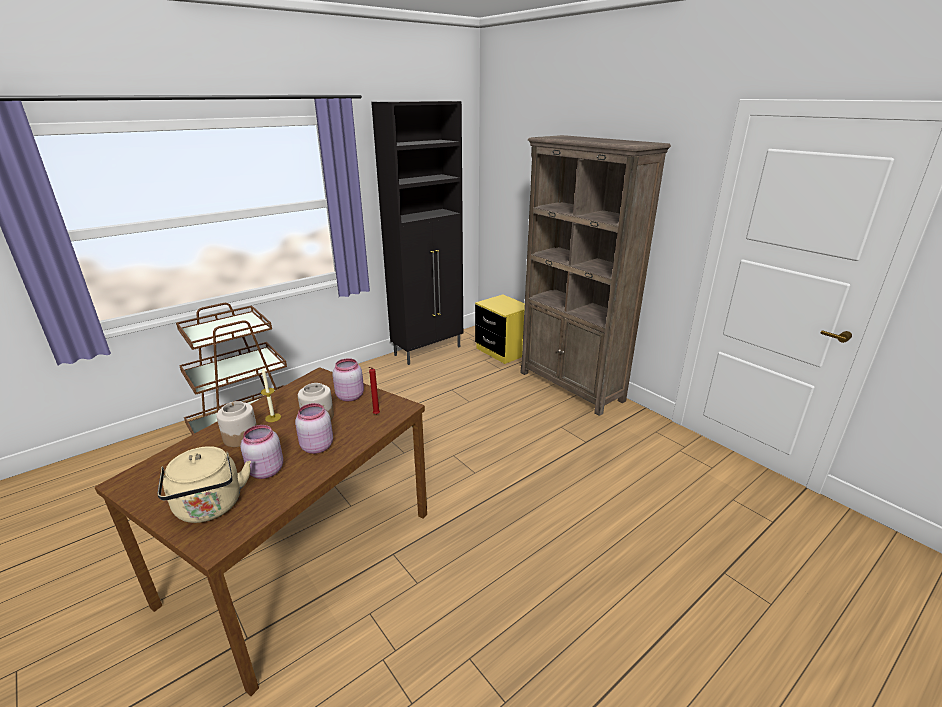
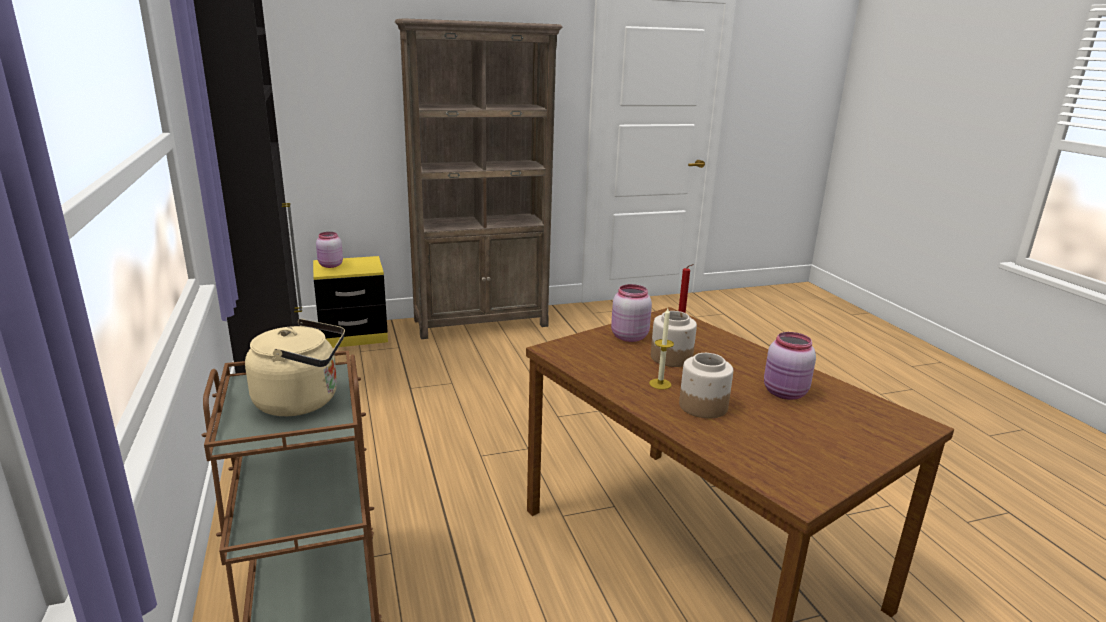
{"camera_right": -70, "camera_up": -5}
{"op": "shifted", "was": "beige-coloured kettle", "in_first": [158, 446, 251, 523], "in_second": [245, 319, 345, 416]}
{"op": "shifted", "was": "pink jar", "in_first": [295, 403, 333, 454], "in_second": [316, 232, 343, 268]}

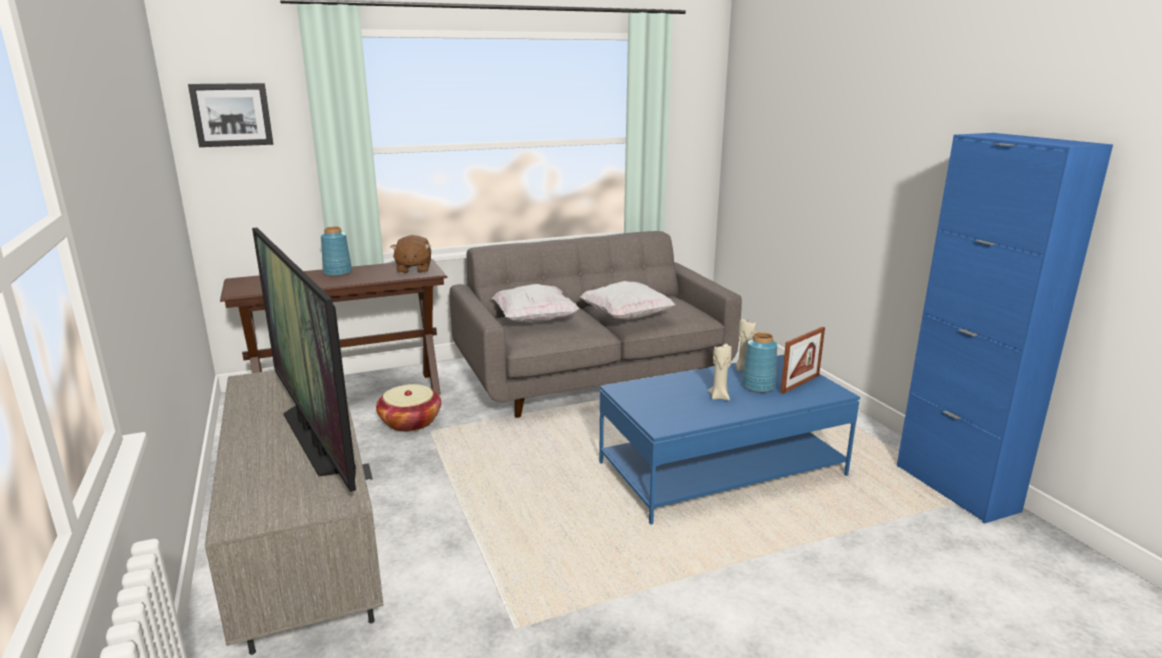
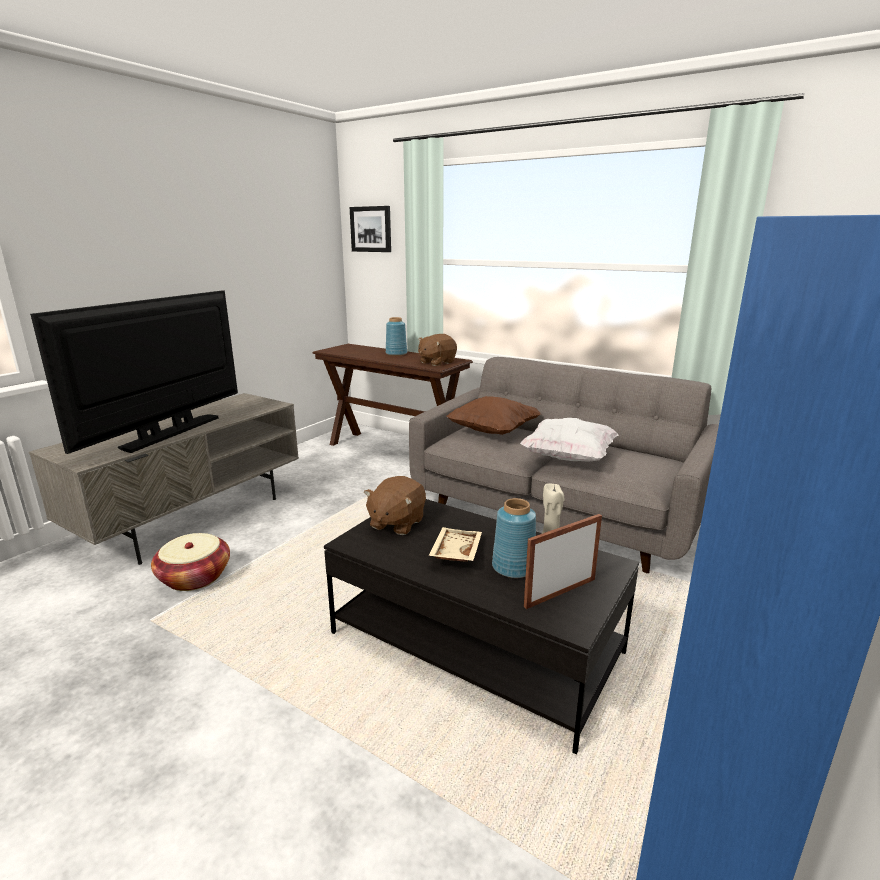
{"camera_right": 55, "camera_up": 0}
{"op": "shifted", "was": "basket", "in_first": [376, 384, 441, 432], "in_second": [151, 533, 230, 591]}
{"op": "repainted", "was": "bluish lounge table", "now": "blackish lounge table", "in_first": [599, 355, 860, 524], "in_second": [324, 499, 639, 754]}
{"op": "new", "now": "brown-coloured plush toy", "in_second": [364, 476, 426, 535]}
{"op": "swapped", "was": "beige-coloured candle", "now": "beige-coloured tray", "in_first": [708, 344, 732, 400], "in_second": [428, 527, 482, 562]}
{"op": "repainted", "was": "whitish pillow", "now": "brown-coloured pillow", "in_first": [492, 284, 580, 323], "in_second": [446, 396, 540, 435]}
{"op": "rotated", "was": "photo frame", "in_first": [780, 327, 825, 394], "in_second": [524, 514, 602, 609], "clockwise": 135}

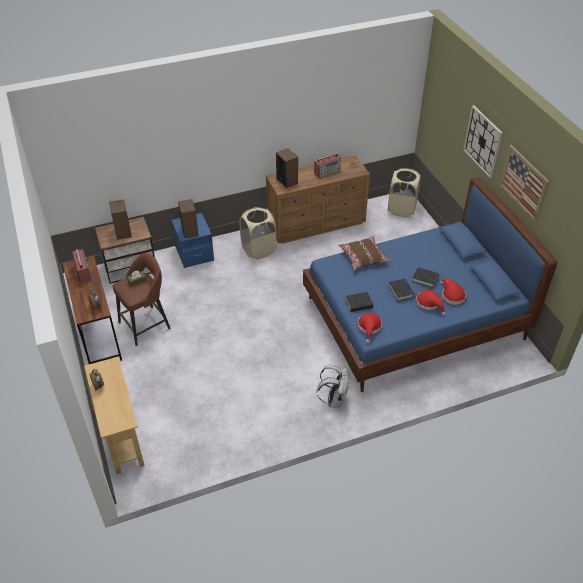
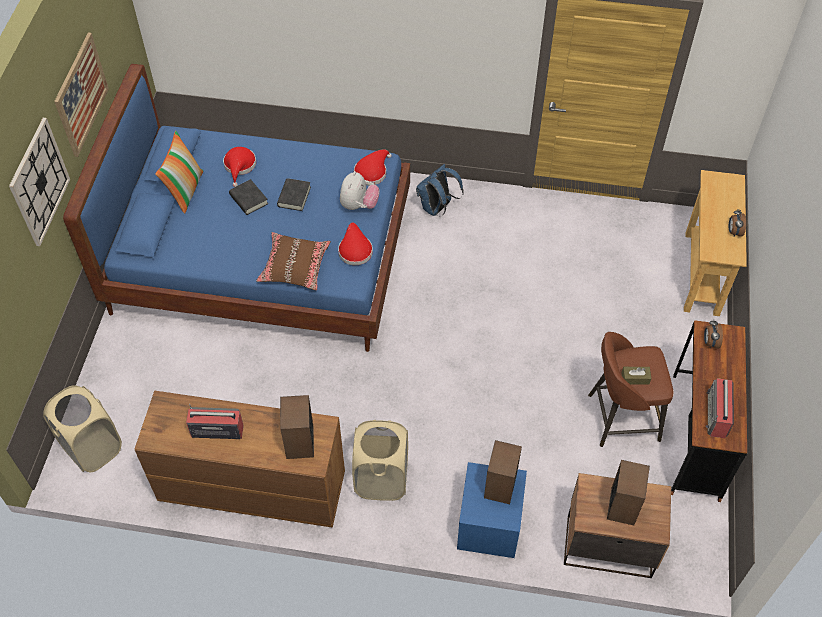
{"camera_right": -150, "camera_up": 10}
{"op": "new", "now": "pillow", "in_second": [155, 131, 203, 214]}
{"op": "shifted", "was": "red wearable hat", "in_first": [416, 290, 446, 315], "in_second": [338, 223, 373, 265]}
{"op": "swapped", "was": "blackish bound book", "now": "plush toy", "in_first": [345, 292, 373, 312], "in_second": [340, 171, 380, 210]}
{"op": "repainted", "was": "whitish backpack", "now": "bluish backpack", "in_first": [317, 365, 349, 408], "in_second": [416, 164, 464, 216]}

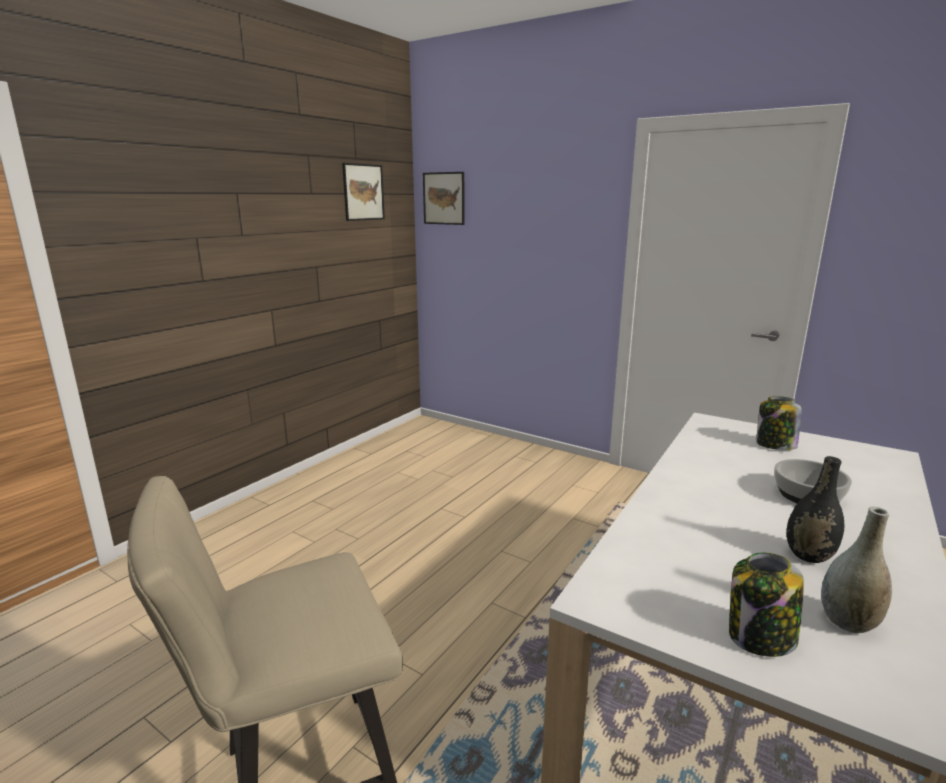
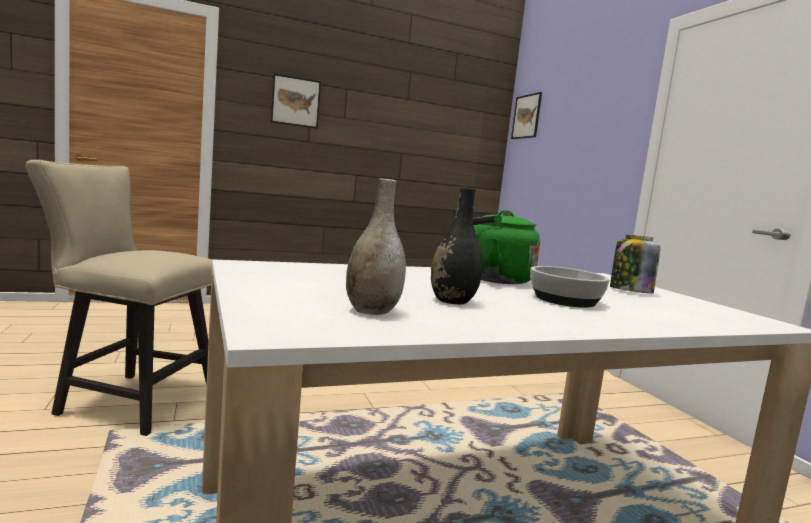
{"camera_right": 35, "camera_up": -10}
{"op": "shifted", "was": "picture", "in_first": [342, 163, 385, 221], "in_second": [271, 73, 321, 128]}
{"op": "new", "now": "greenish kettle", "in_second": [473, 210, 540, 284]}
{"op": "gone", "was": "jar", "in_first": [729, 553, 804, 657]}

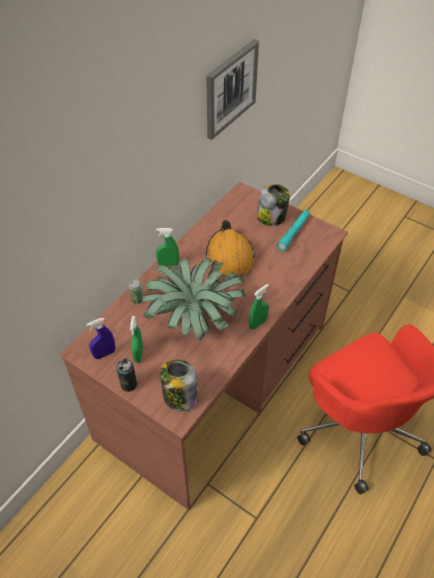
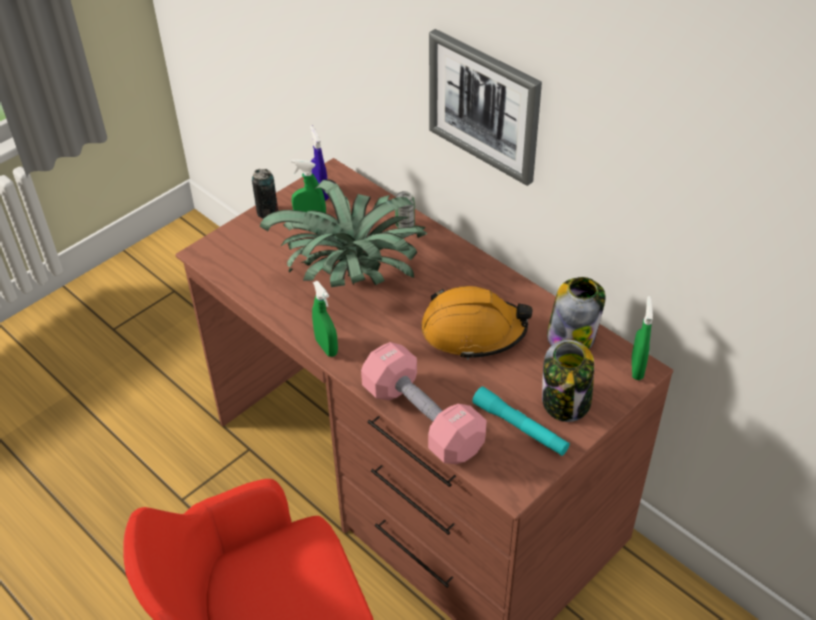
{"camera_right": 100, "camera_up": -5}
{"op": "new", "now": "pink dumbbell", "in_second": [361, 342, 487, 464]}
{"op": "shifted", "was": "picture", "in_first": [206, 39, 259, 140], "in_second": [429, 29, 542, 186]}
{"op": "shifted", "was": "jar", "in_first": [160, 360, 199, 411], "in_second": [547, 277, 606, 349]}
{"op": "shifted", "was": "greenish spray bottle", "in_first": [156, 228, 179, 266], "in_second": [632, 296, 653, 380]}

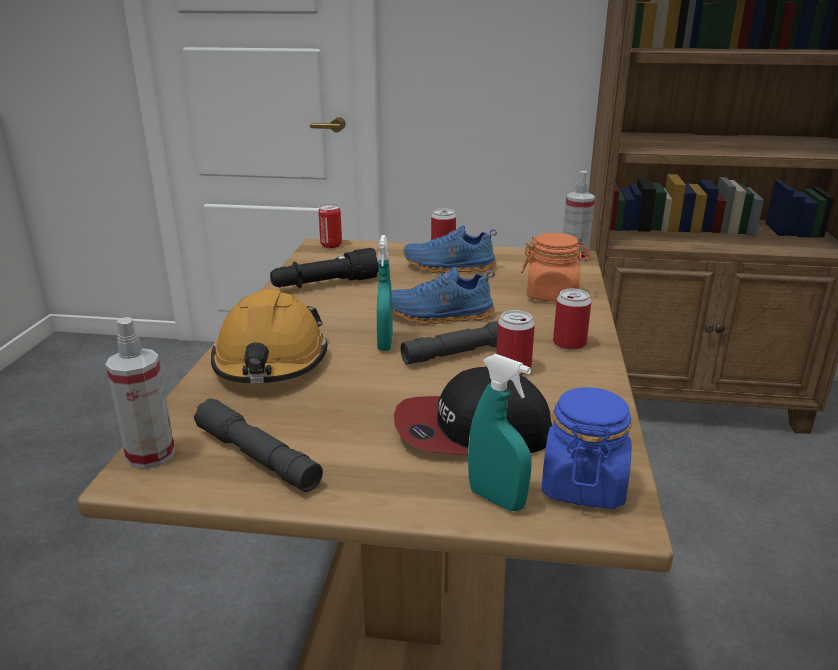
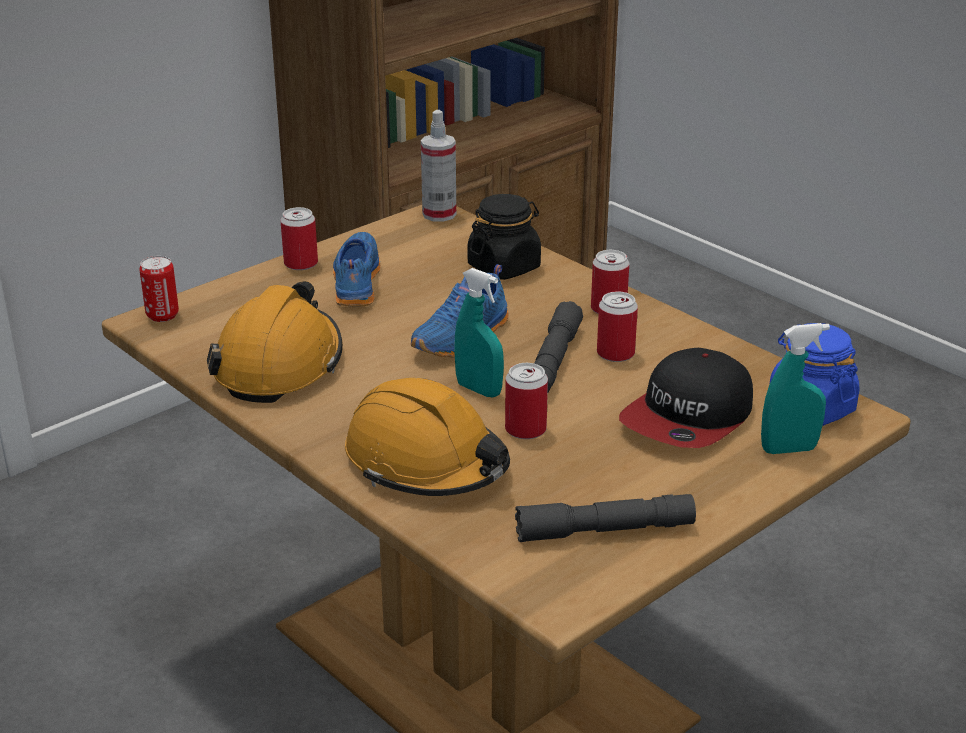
{"camera_right": -50, "camera_up": 5}
{"op": "swapped", "was": "blackish flashlight", "now": "orangey safety helmet", "in_first": [270, 248, 378, 288], "in_second": [207, 281, 343, 403]}
{"op": "rotated", "was": "bluish shoe", "in_first": [403, 225, 497, 273], "in_second": [333, 232, 380, 306], "clockwise": 135}
{"op": "repainted", "was": "orangey jar", "now": "blackish jar", "in_first": [521, 233, 590, 302], "in_second": [468, 194, 541, 280]}
{"op": "new", "now": "metal can", "in_second": [505, 363, 548, 439]}
{"op": "gone", "was": "spray bottle", "in_first": [105, 317, 175, 469]}

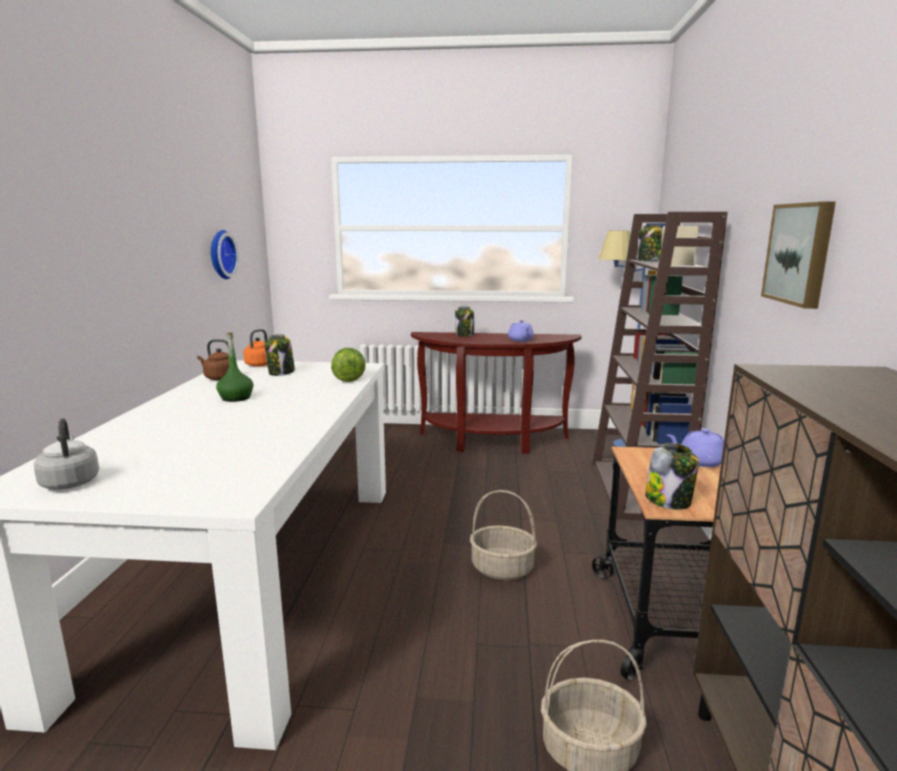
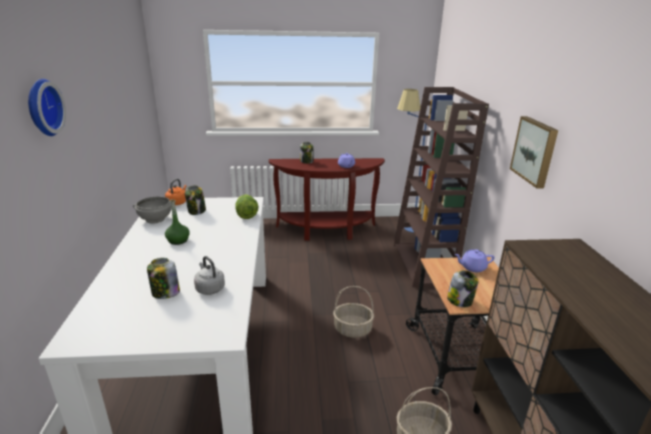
{"camera_right": -10, "camera_up": 10}
{"op": "shifted", "was": "wall clock", "in_first": [211, 230, 239, 279], "in_second": [28, 79, 66, 136]}
{"op": "swapped", "was": "brown-coloured kettle", "now": "gray deep dish", "in_first": [197, 339, 237, 380], "in_second": [133, 196, 172, 224]}
{"op": "shifted", "was": "jar", "in_first": [638, 225, 663, 261], "in_second": [147, 258, 180, 299]}
{"op": "shifted", "was": "gray kettle", "in_first": [33, 418, 99, 490], "in_second": [194, 256, 225, 295]}

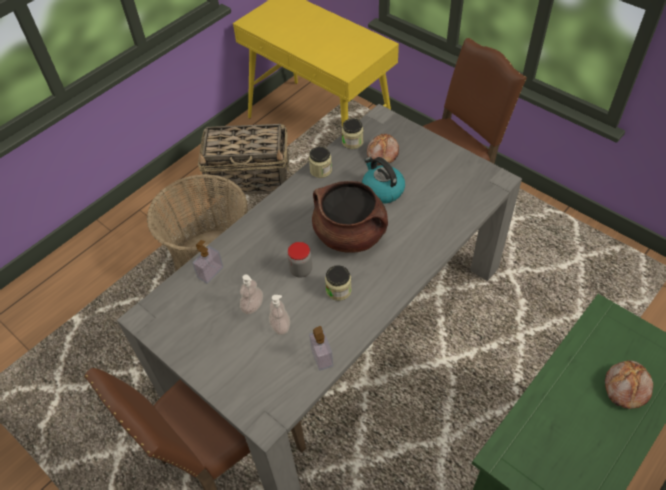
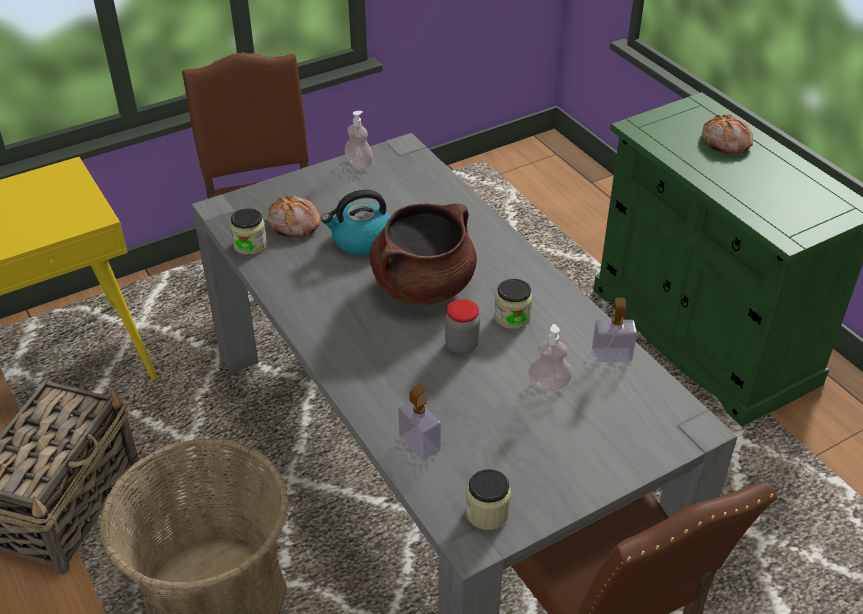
{"camera_right": -75, "camera_up": -10}
{"op": "shifted", "was": "soap bottle", "in_first": [240, 275, 263, 314], "in_second": [345, 111, 373, 169]}
{"op": "shifted", "was": "jar", "in_first": [309, 147, 332, 178], "in_second": [466, 469, 511, 530]}

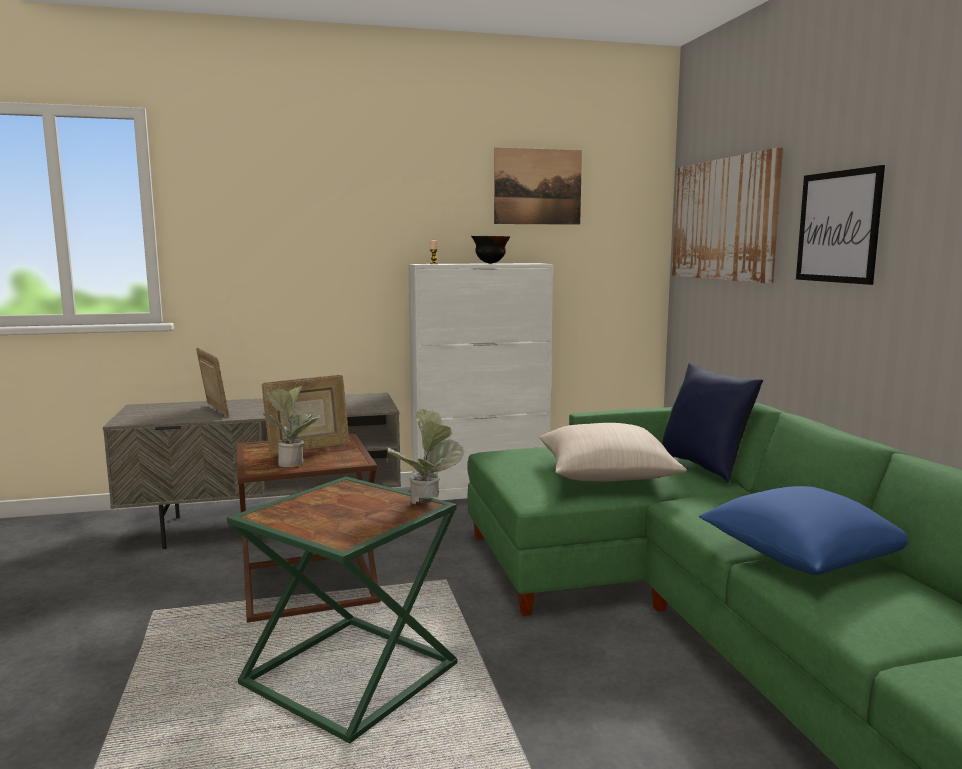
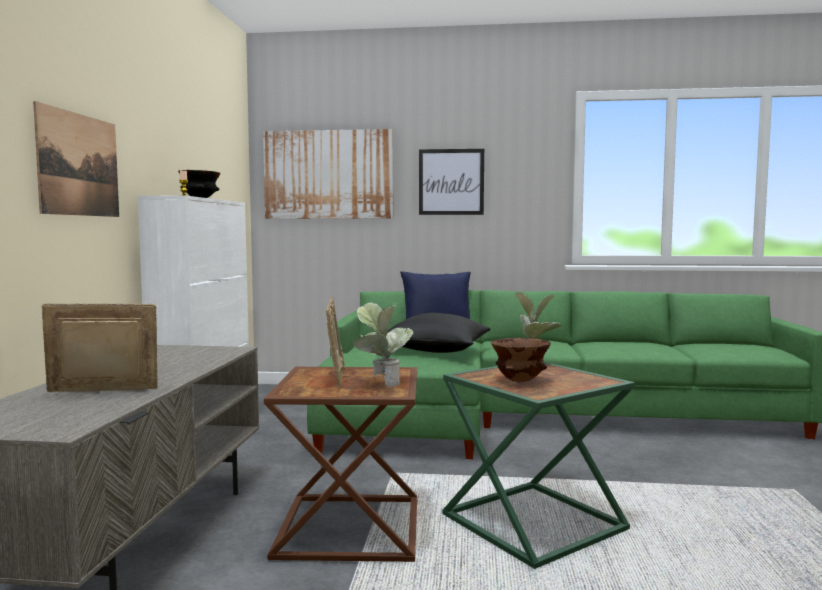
{"camera_right": -70, "camera_up": -5}
{"op": "shifted", "was": "picture", "in_first": [494, 148, 582, 225], "in_second": [33, 101, 119, 217]}
{"op": "repainted", "was": "beige-coloured pillow", "now": "blackish pillow", "in_first": [539, 423, 687, 482], "in_second": [388, 313, 491, 353]}
{"op": "new", "now": "brown-coloured deep dish", "in_second": [491, 338, 551, 382]}
{"op": "gone", "was": "bluish pillow", "in_first": [699, 486, 908, 575]}

